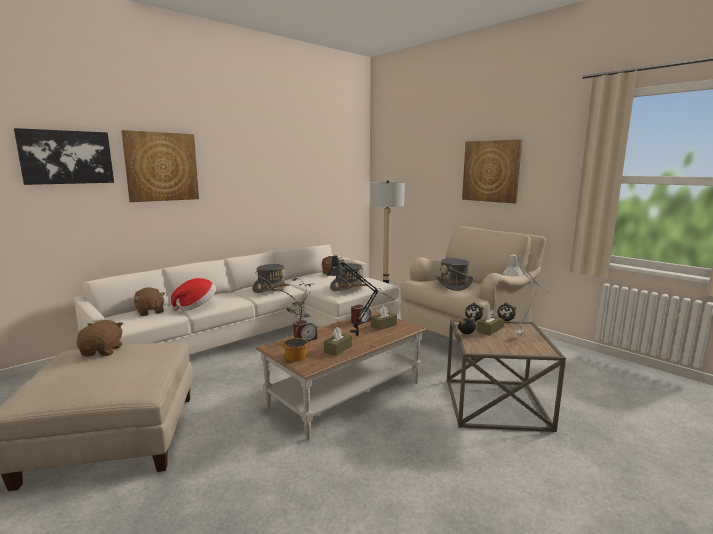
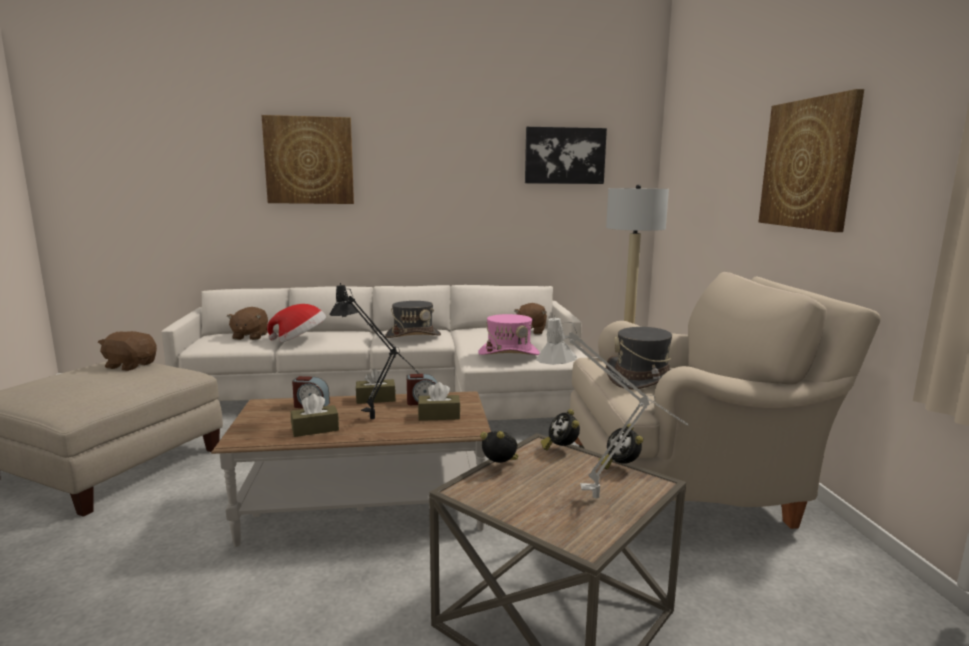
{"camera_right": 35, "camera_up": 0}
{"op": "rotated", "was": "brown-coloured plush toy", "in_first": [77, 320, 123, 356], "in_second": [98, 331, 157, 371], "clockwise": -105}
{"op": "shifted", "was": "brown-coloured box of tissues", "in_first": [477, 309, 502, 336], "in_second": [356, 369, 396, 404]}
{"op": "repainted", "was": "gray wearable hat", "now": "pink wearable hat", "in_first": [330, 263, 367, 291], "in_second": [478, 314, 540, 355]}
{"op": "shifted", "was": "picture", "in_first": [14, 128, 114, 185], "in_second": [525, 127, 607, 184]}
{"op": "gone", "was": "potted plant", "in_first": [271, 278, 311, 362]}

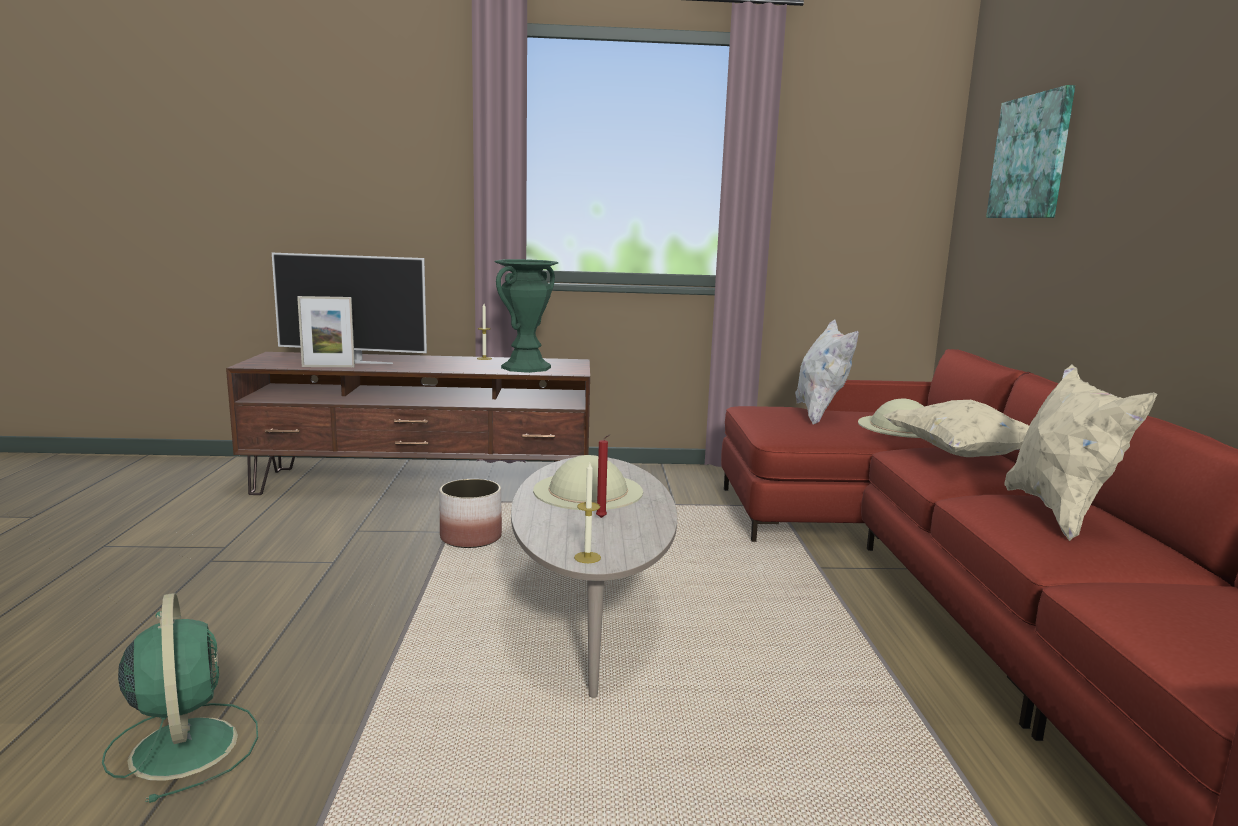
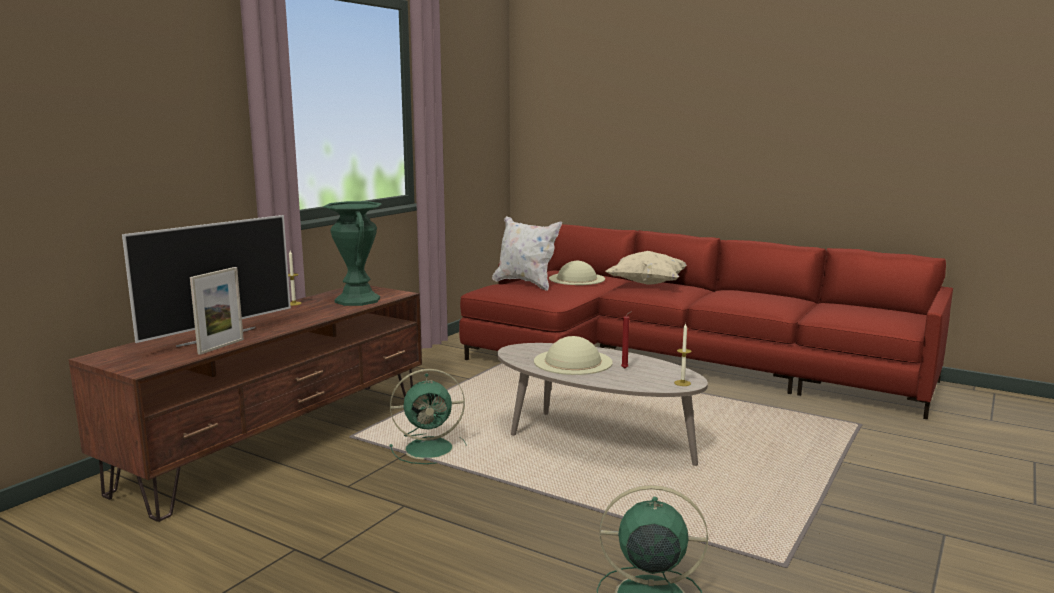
{"camera_right": -55, "camera_up": 0}
{"op": "swapped", "was": "planter", "now": "greenish fan", "in_first": [439, 479, 502, 548], "in_second": [389, 369, 467, 464]}
{"op": "gone", "was": "picture", "in_first": [986, 85, 1075, 218]}
{"op": "gone", "was": "beige-coloured pillow", "in_first": [1004, 364, 1157, 541]}

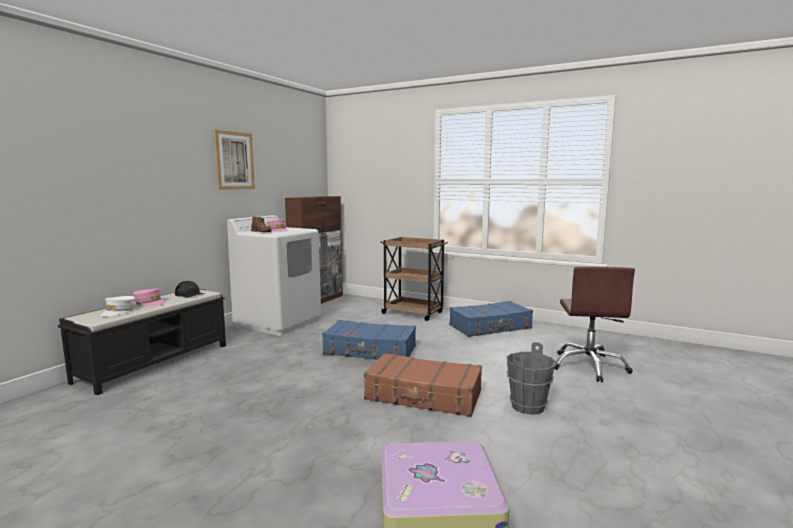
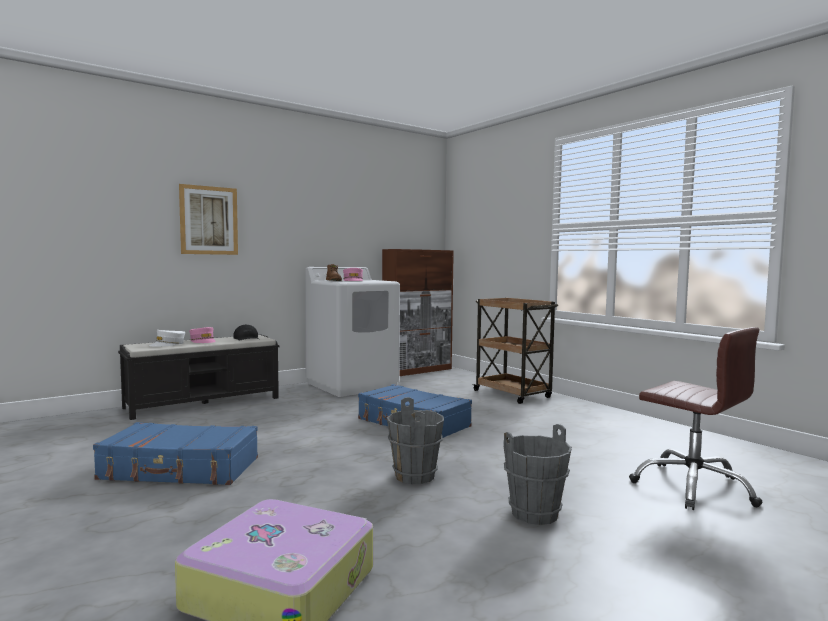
{"camera_right": 25, "camera_up": -5}
{"op": "shifted", "was": "bluish suitcase", "in_first": [449, 301, 533, 337], "in_second": [93, 422, 258, 485]}
{"op": "shifted", "was": "picture", "in_first": [214, 130, 255, 190], "in_second": [179, 184, 238, 255]}
{"op": "swapped", "was": "brown-coloured suitcase", "now": "gray water bucket", "in_first": [364, 353, 482, 417], "in_second": [387, 397, 444, 484]}
{"op": "rotated", "was": "brown-coloured office chair", "in_first": [554, 266, 635, 382], "in_second": [629, 327, 762, 510], "clockwise": -75}

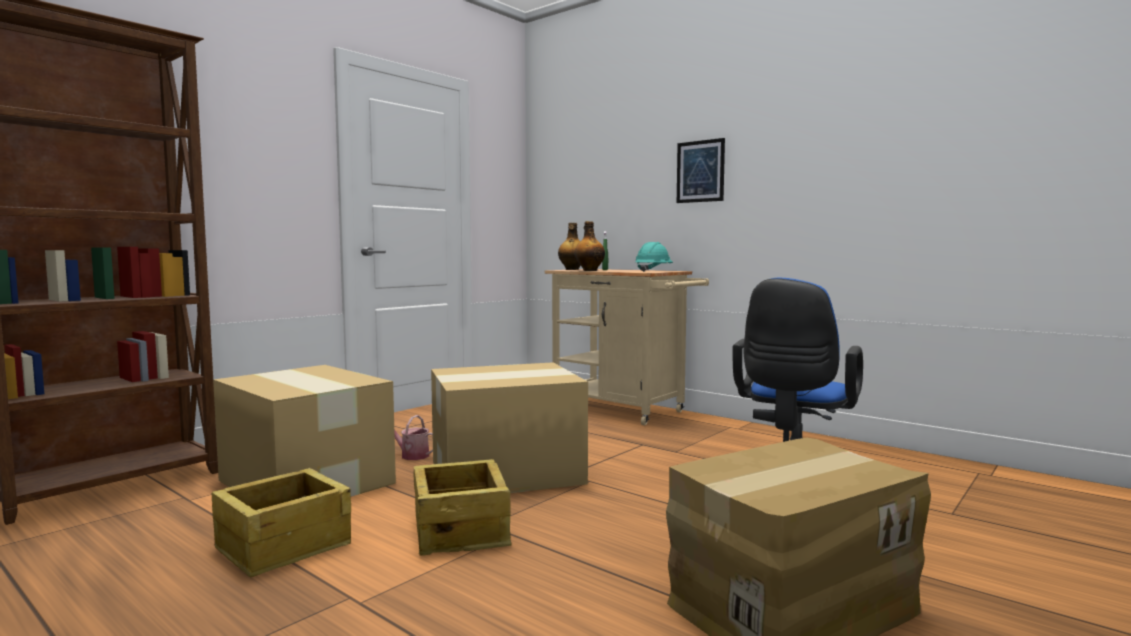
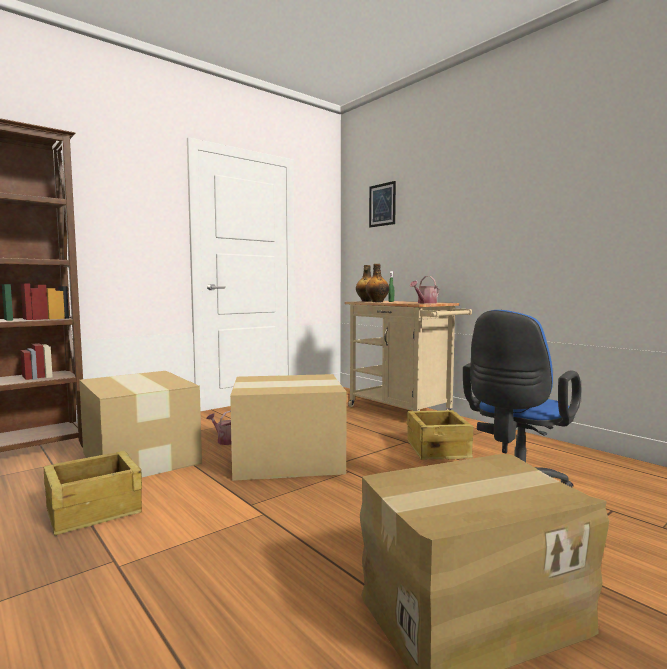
{"camera_right": 10, "camera_up": 0}
{"op": "shifted", "was": "picture", "in_first": [677, 138, 725, 203], "in_second": [369, 181, 396, 227]}
{"op": "shifted", "was": "packing crate", "in_first": [413, 459, 512, 556], "in_second": [407, 410, 473, 460]}
{"op": "swapped", "was": "blue-green safety helmet", "now": "watering pot", "in_first": [635, 242, 673, 272], "in_second": [410, 276, 439, 304]}

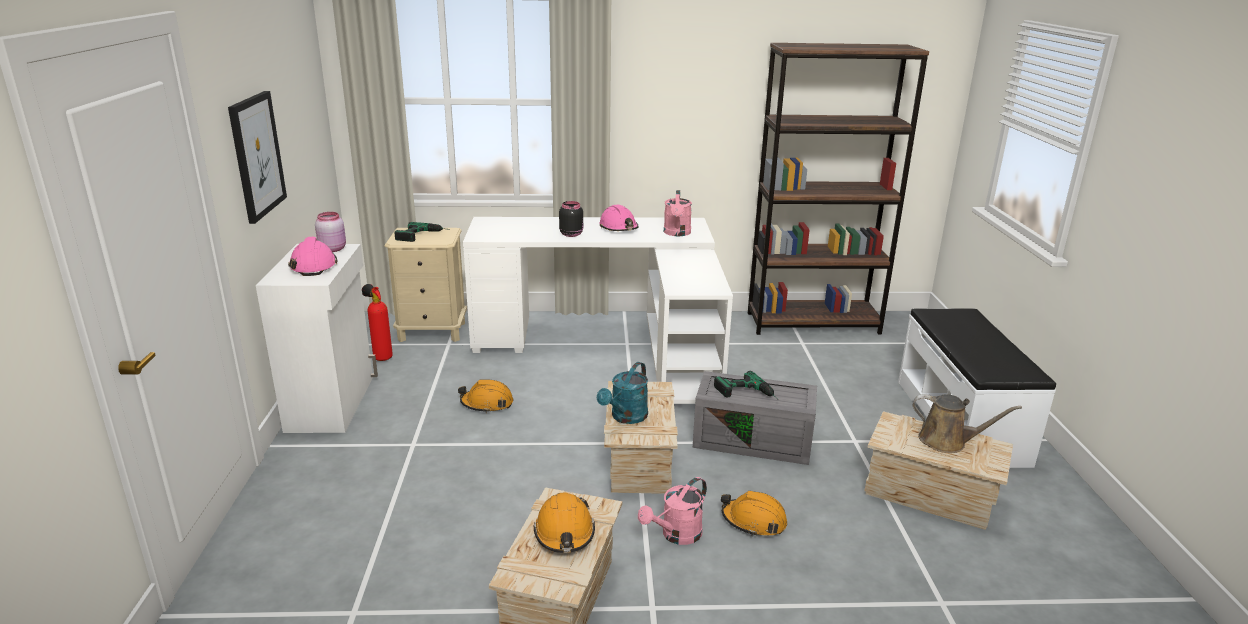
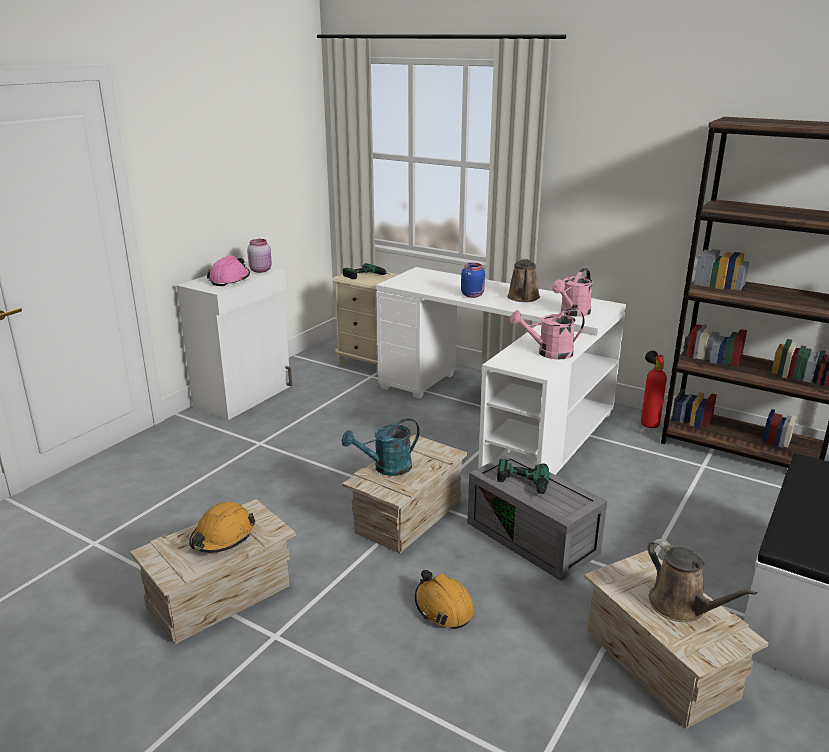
{"camera_right": 35, "camera_up": 0}
{"op": "repainted", "was": "blackish jar", "now": "bluish jar", "in_first": [559, 201, 583, 237], "in_second": [461, 263, 485, 298]}
{"op": "swapped", "was": "pink safety helmet", "now": "brown-coloured watering pot", "in_first": [599, 205, 639, 231], "in_second": [507, 259, 540, 302]}
{"op": "shifted", "was": "pink watering pot", "in_first": [638, 477, 707, 545], "in_second": [510, 308, 585, 359]}
{"op": "shifted", "was": "fire-fighting cylinder", "in_first": [362, 284, 393, 361], "in_second": [641, 351, 667, 428]}
{"op": "gone", "was": "picture", "in_first": [228, 91, 287, 224]}
{"op": "gone", "was": "orangey safety helmet", "in_first": [458, 379, 513, 413]}

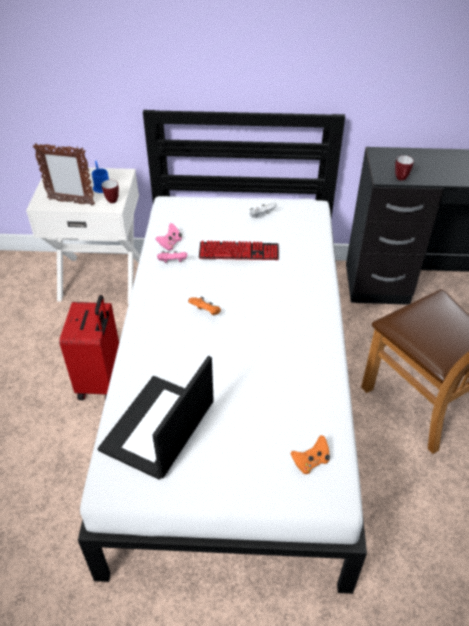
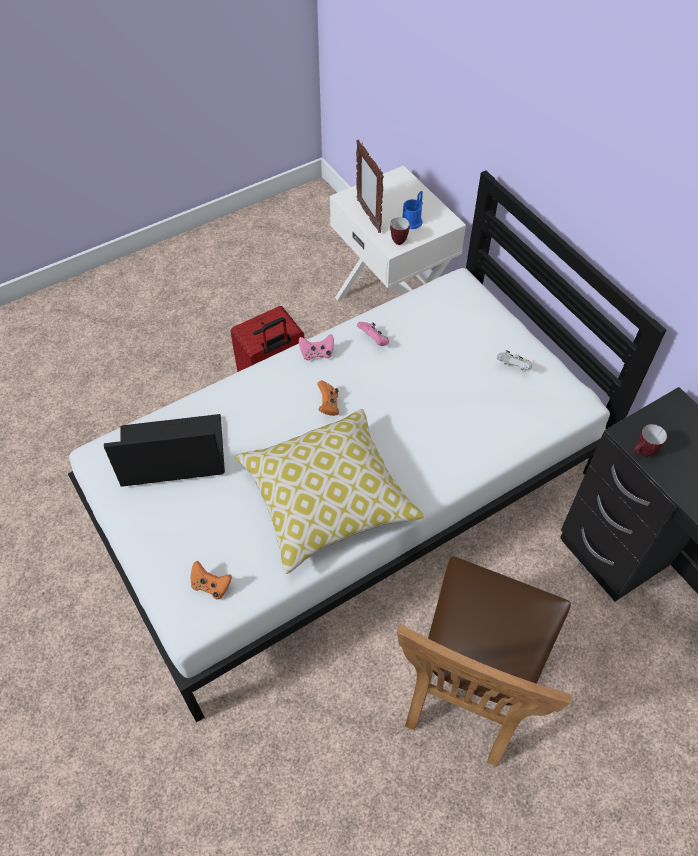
{"camera_right": 55, "camera_up": 10}
{"op": "new", "now": "pillow", "in_second": [235, 409, 424, 574]}
{"op": "shifted", "was": "pink game controller", "in_first": [156, 223, 182, 250], "in_second": [299, 334, 334, 360]}
{"op": "gone", "was": "PC keyboard", "in_first": [199, 241, 279, 260]}

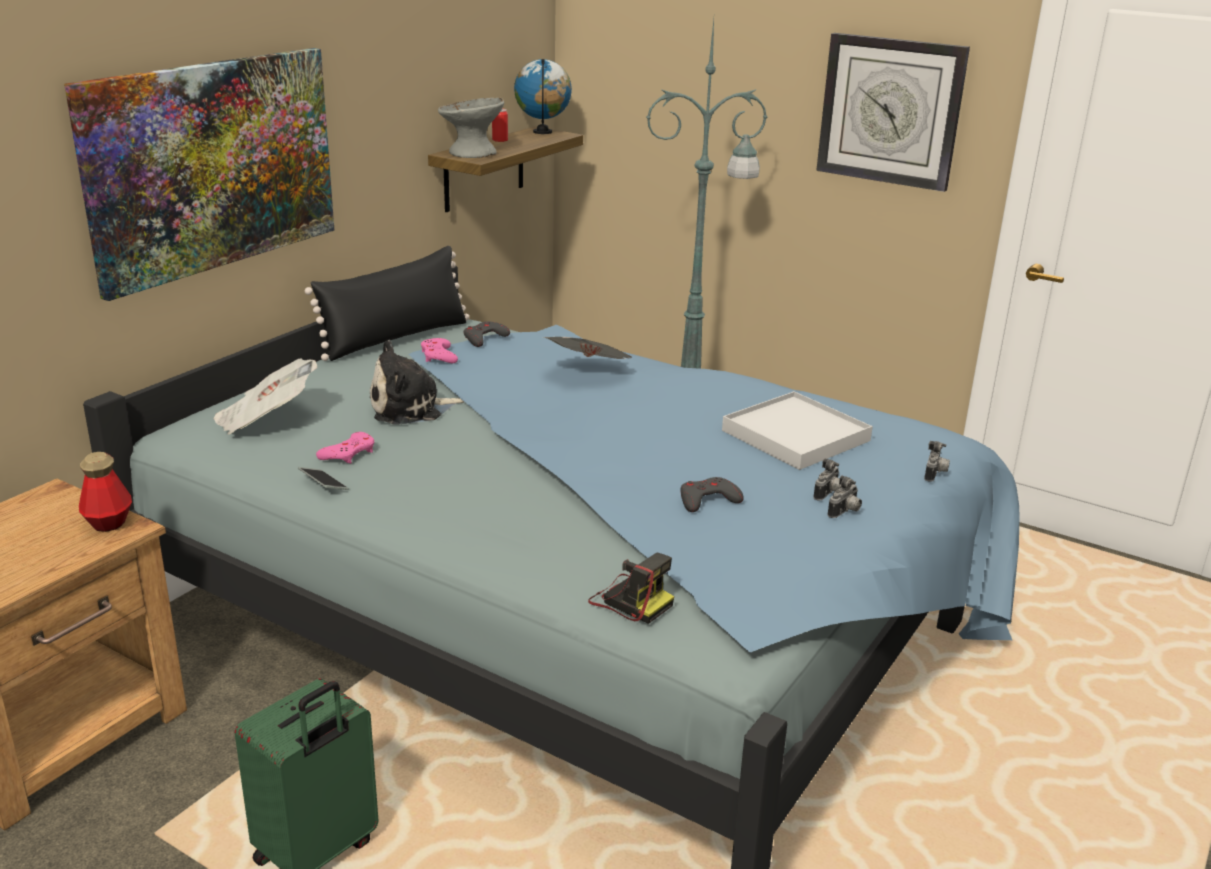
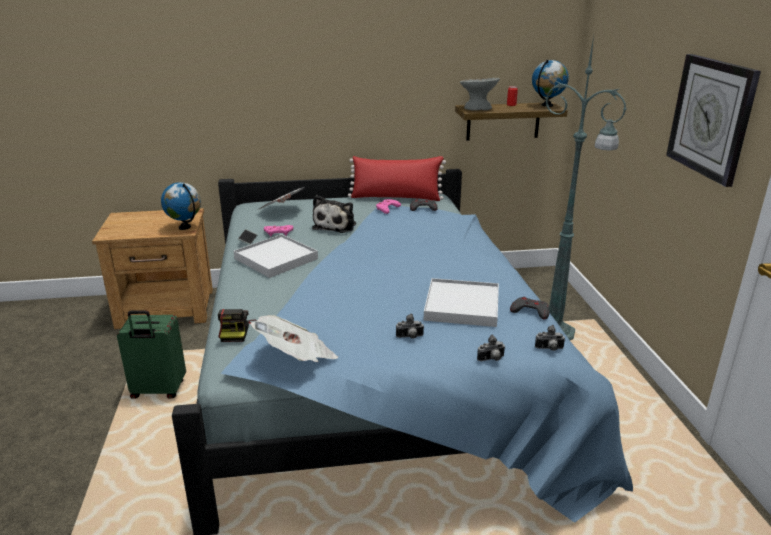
{"camera_right": 50, "camera_up": 0}
{"op": "swapped", "was": "bottle", "now": "globe", "in_first": [79, 452, 132, 532], "in_second": [161, 182, 201, 230]}
{"op": "new", "now": "whitish tray", "in_second": [234, 234, 318, 278]}
{"op": "shifted", "was": "printed paper", "in_first": [544, 337, 631, 359], "in_second": [250, 315, 338, 362]}
{"op": "rotated", "was": "plush toy", "in_first": [370, 340, 464, 424], "in_second": [312, 195, 356, 233], "clockwise": -105}
{"op": "repainted", "was": "blackish pillow", "now": "red pillow", "in_first": [305, 246, 469, 361], "in_second": [348, 156, 446, 201]}
{"op": "shifted", "was": "gray game controller", "in_first": [680, 477, 744, 512], "in_second": [510, 297, 549, 319]}
{"op": "shifted", "was": "photo camera", "in_first": [827, 475, 862, 518], "in_second": [535, 325, 565, 351]}
{"op": "gone", "was": "picture", "in_first": [64, 48, 334, 301]}

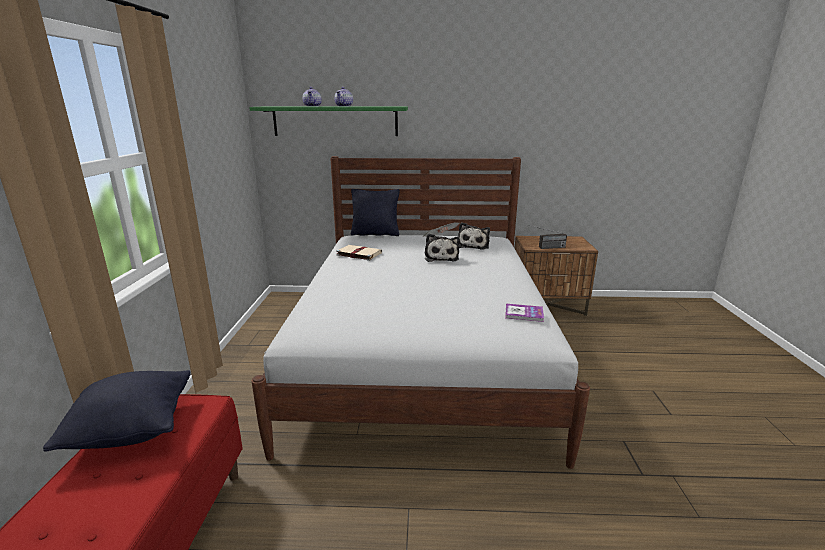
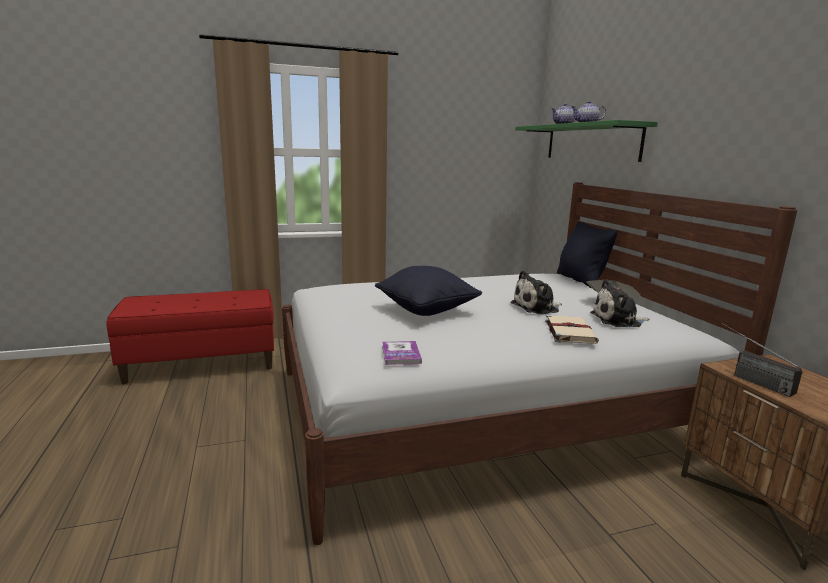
{"camera_right": 70, "camera_up": -5}
{"op": "shifted", "was": "blackish pillow", "in_first": [43, 370, 190, 452], "in_second": [375, 266, 482, 316]}
{"op": "shifted", "was": "beige-coloured bound book", "in_first": [336, 245, 382, 261], "in_second": [545, 315, 599, 344]}

